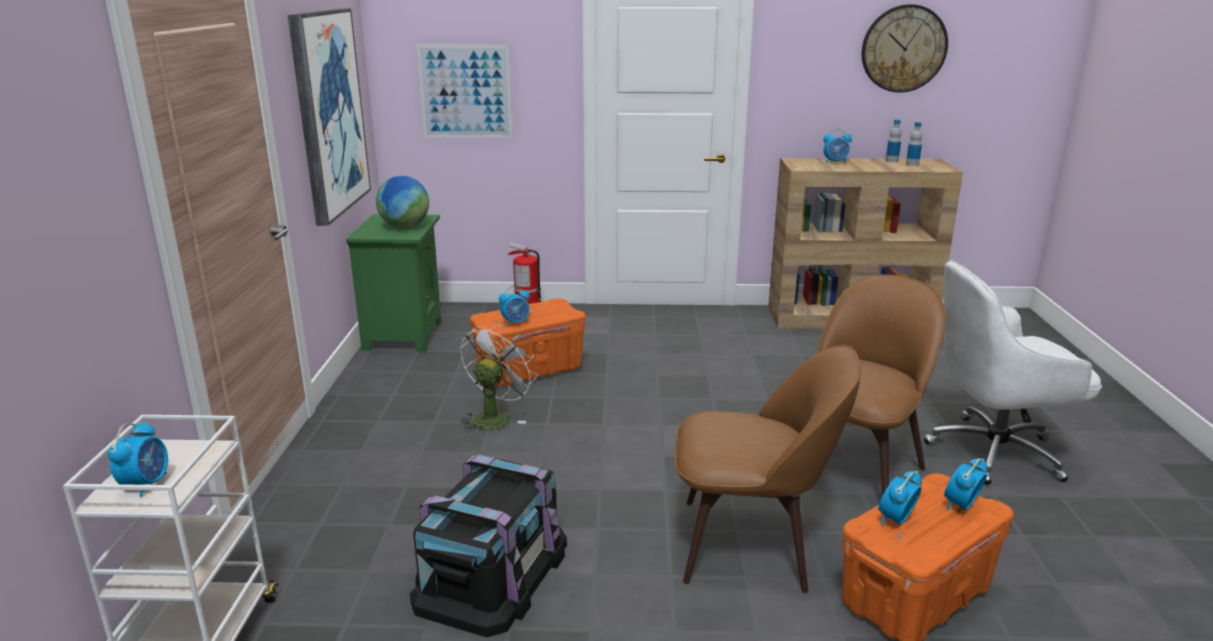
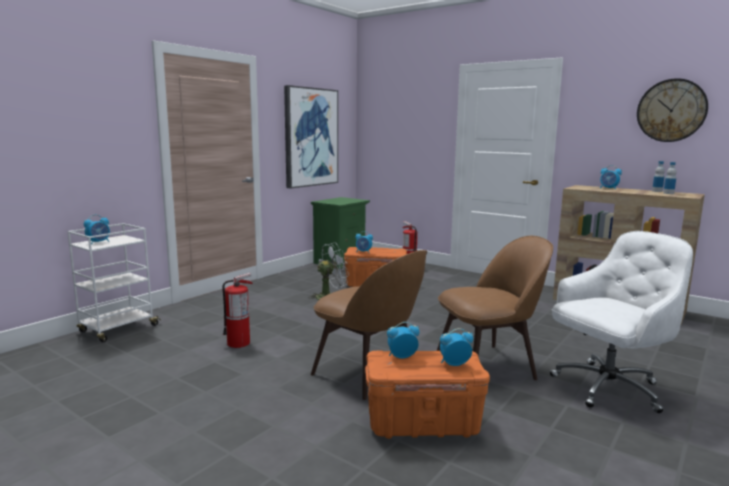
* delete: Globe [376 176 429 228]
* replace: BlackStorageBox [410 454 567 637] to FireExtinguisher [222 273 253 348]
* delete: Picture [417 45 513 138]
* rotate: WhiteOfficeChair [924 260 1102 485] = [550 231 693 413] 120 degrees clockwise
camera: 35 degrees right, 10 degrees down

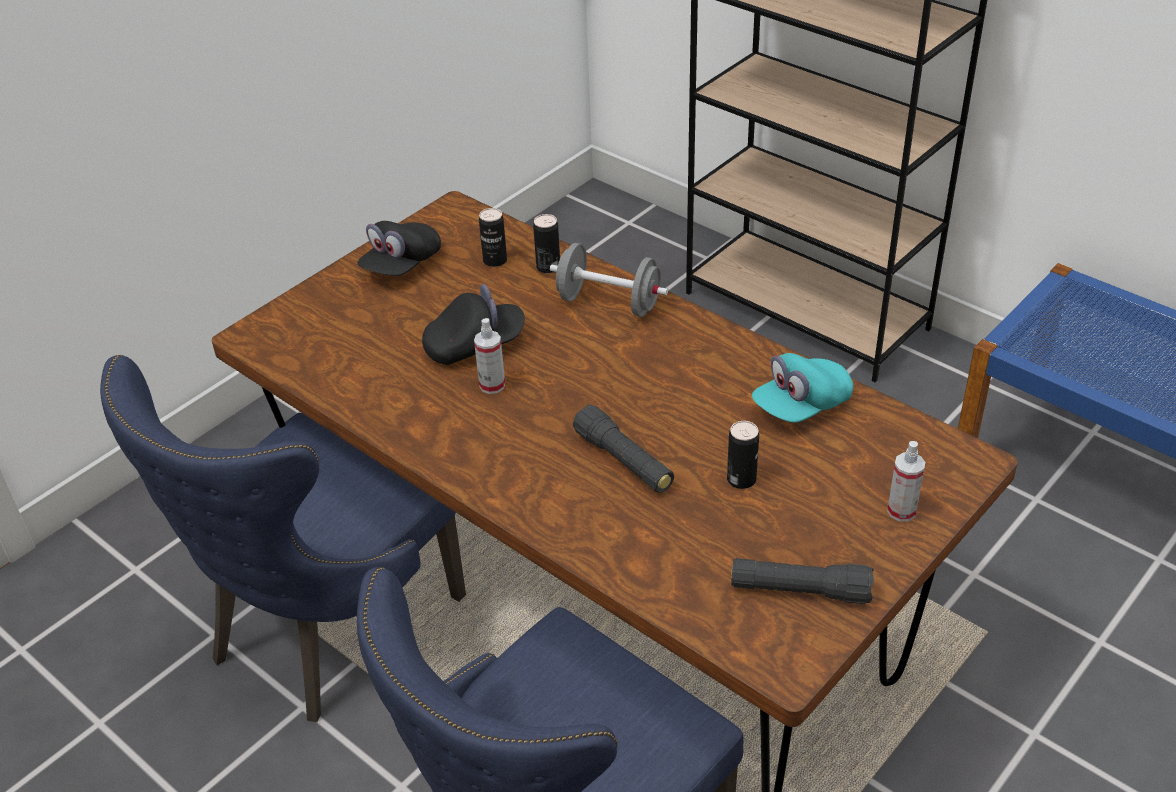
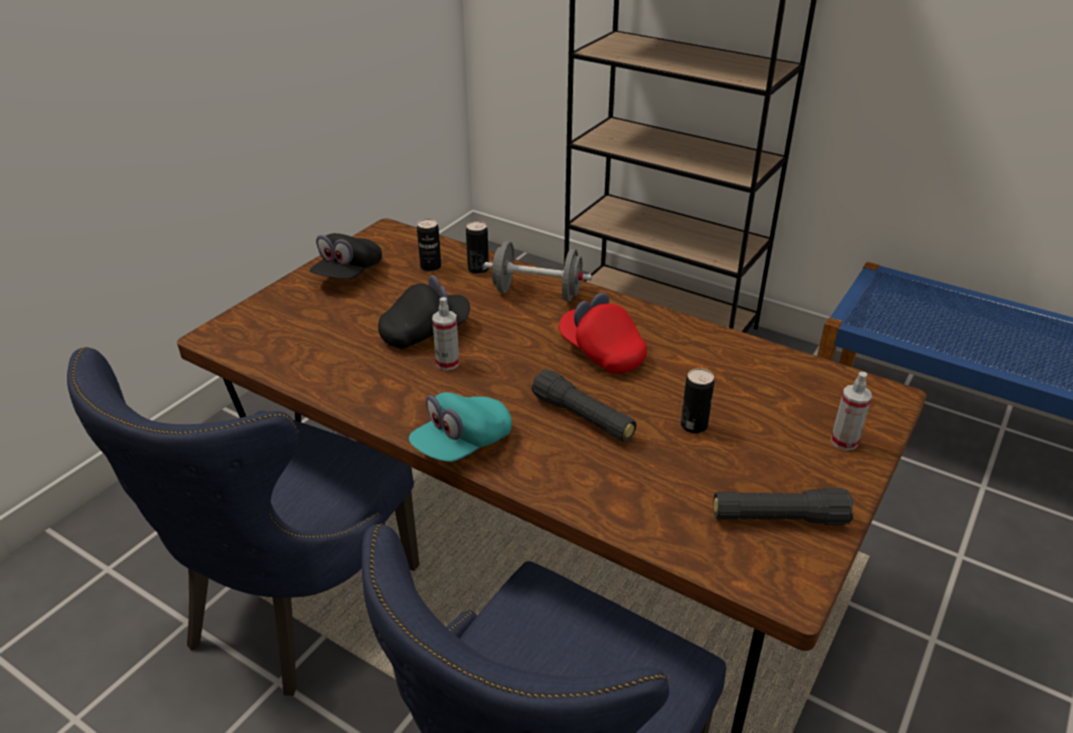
* move: TurquoiseCap [752 353 853 423] to [409 392 512 462]
* insert: RedCap [559 293 647 374]
camera: 10 degrees left, 5 degrees down

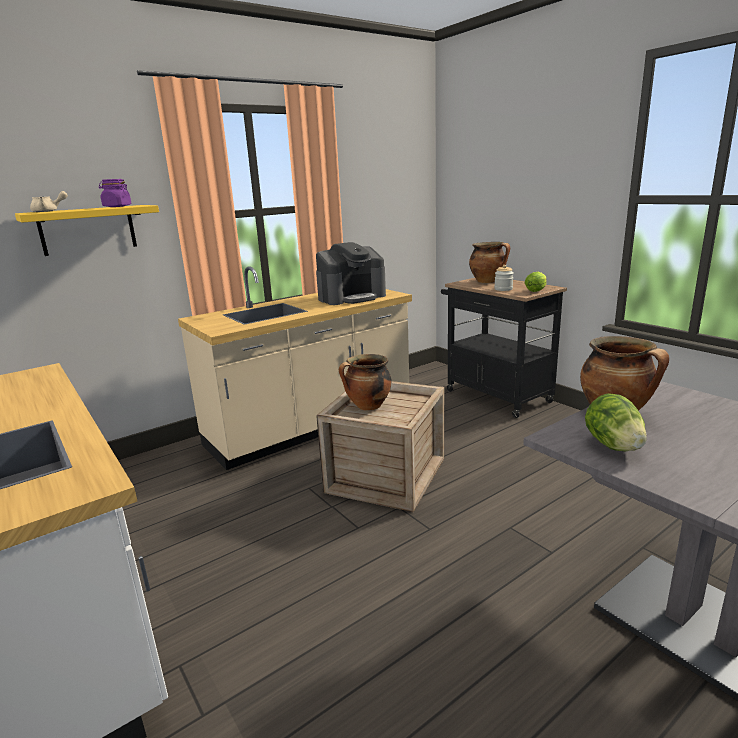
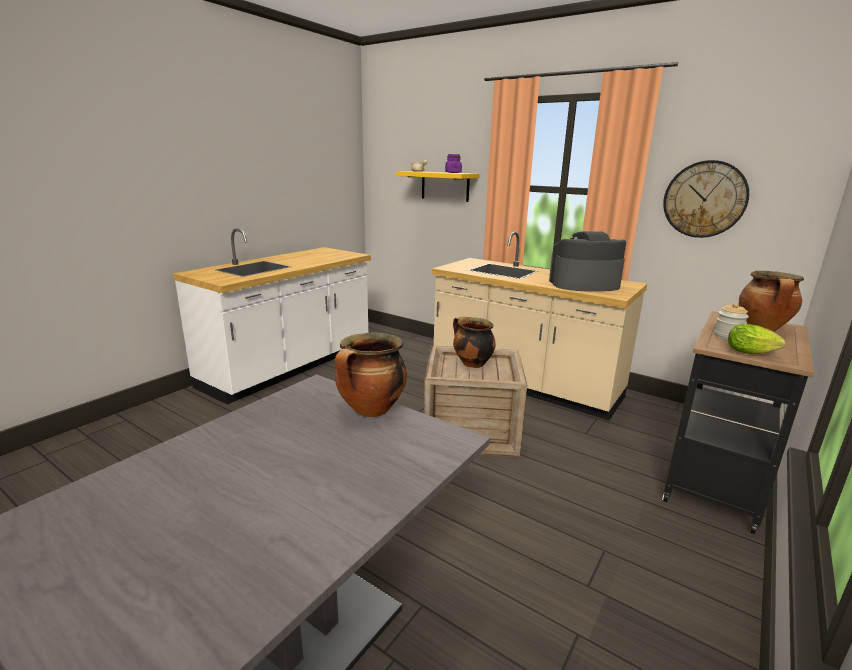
* rotate: CoffeeMachine [316 242 386 305] = [549 231 626 292] 135 degrees clockwise
* delete: Lettuce [585 393 647 451]
* insert: WallClock [663 160 749 238]
camera: 70 degrees right, 0 degrees up

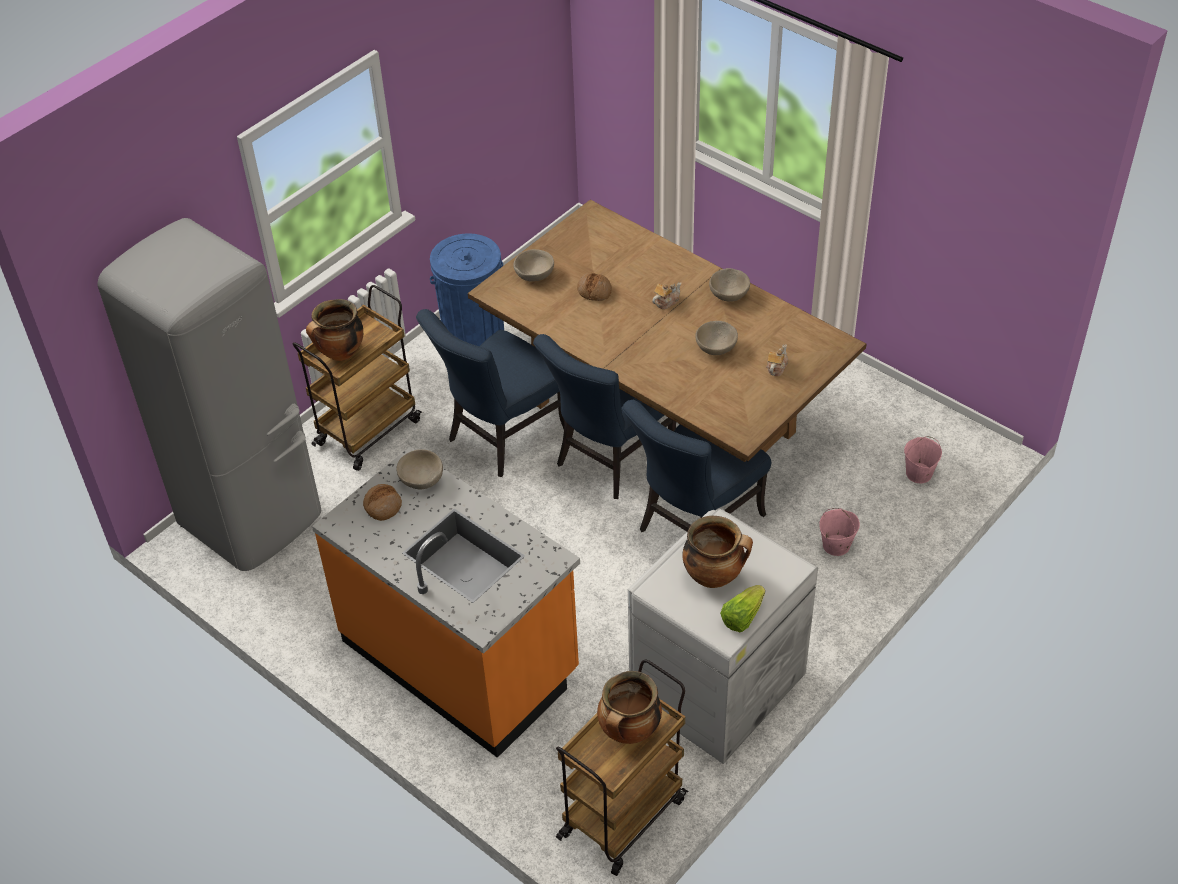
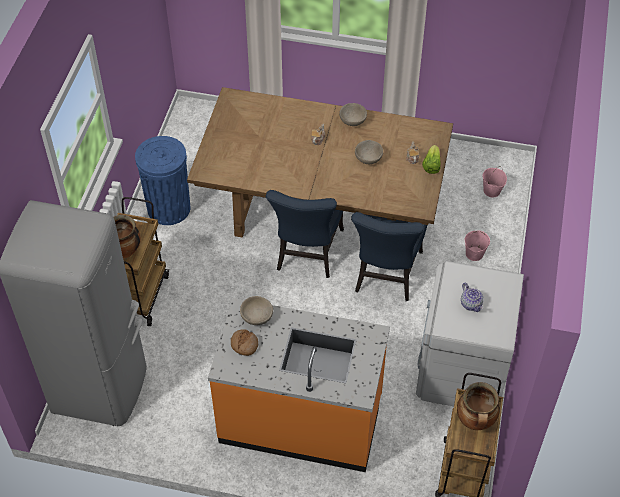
* delete: BlueChair [416 309 565 477]
* delete: BeigeBowl [514 249 554 282]
* delete: Bread [577 273 612 301]
* replace: CookingPot [682 516 753 588] to Teapot [461 283 484 312]
* move: Lettuce [720 585 765 632] to [422 145 440 174]
camera: 30 degrees left, 5 degrees up

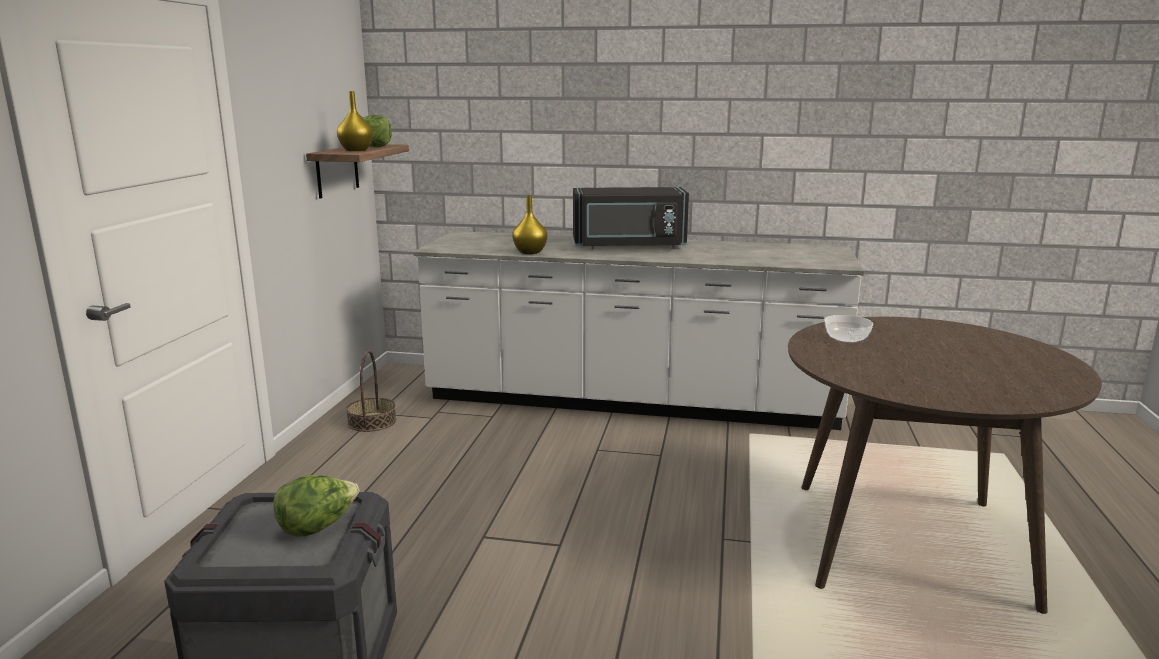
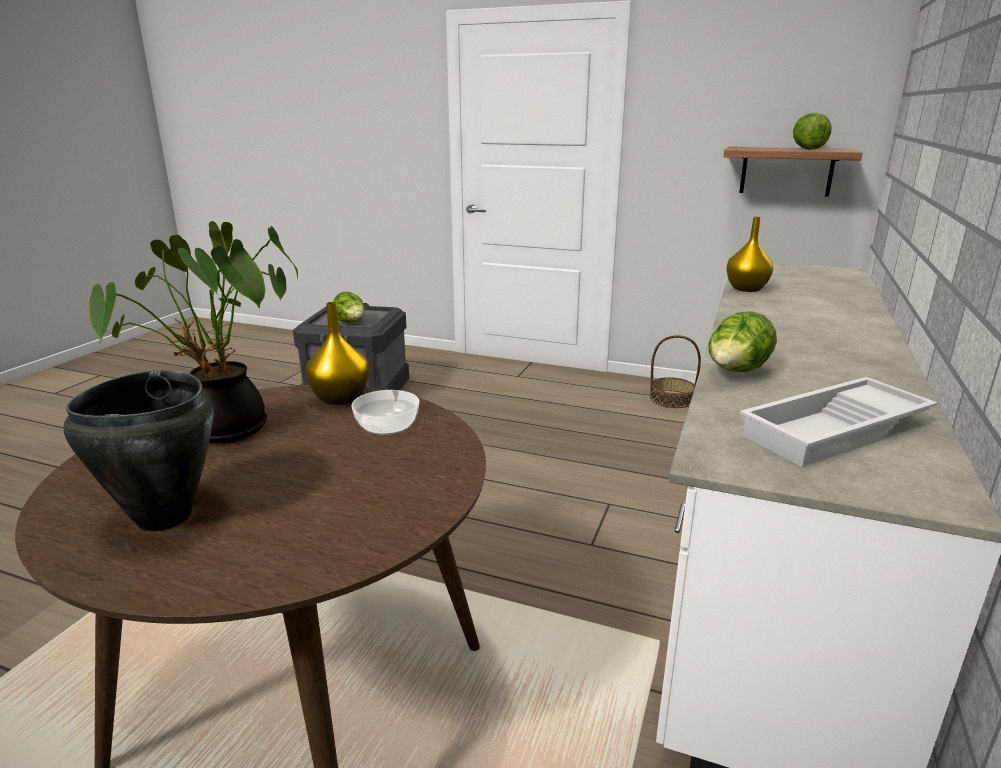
* move: YellowVase [337 91 373 151] to [306 302 369 405]
* delete: BlackMicrowave [573 187 689 249]
* insert: BlackCookingPot [64 370 214 531]
* insert: PottedPlant [89 221 298 444]
* insert: Lettuce [708 311 777 372]
* insert: WhiteTray [740 377 938 467]
camera: 100 degrees right, 5 degrees up

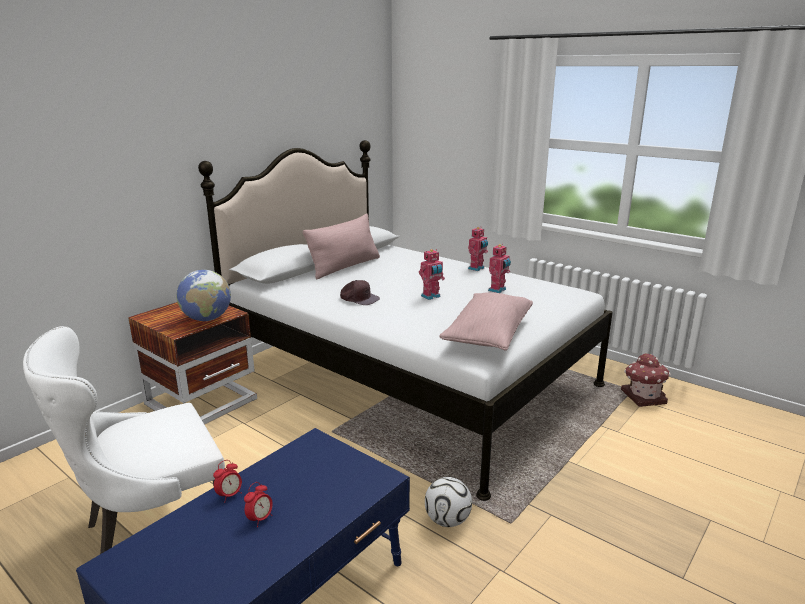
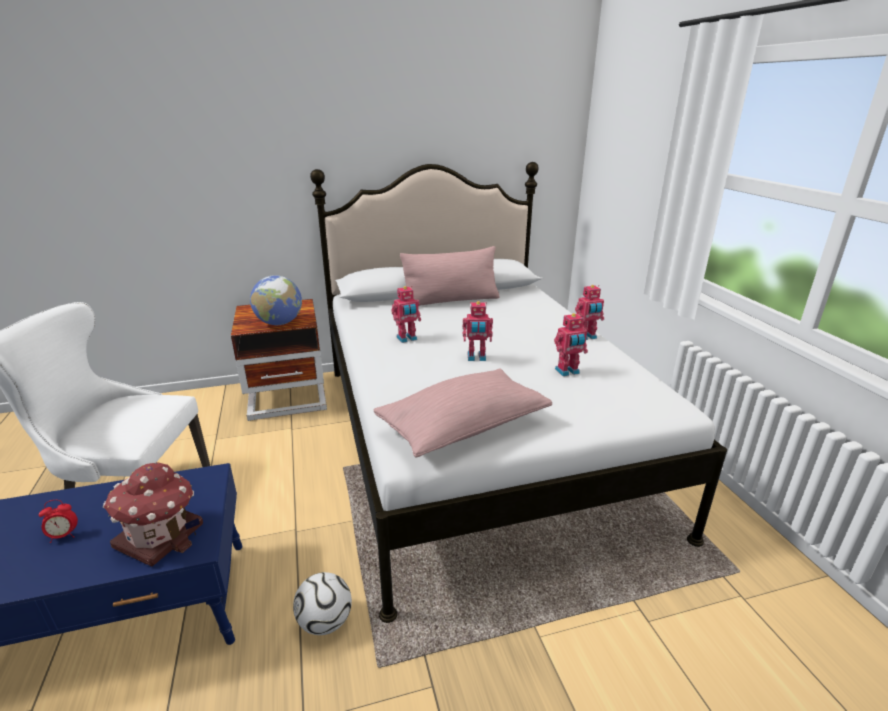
* delete: AlarmClock [213 460 242 503]
* replace: BrownCap [340 280 380 305] to ToyRobot [391 286 421 343]
* move: ToyHouse [621 353 671 407] to [103 462 203 566]
camera: 35 degrees right, 5 degrees up

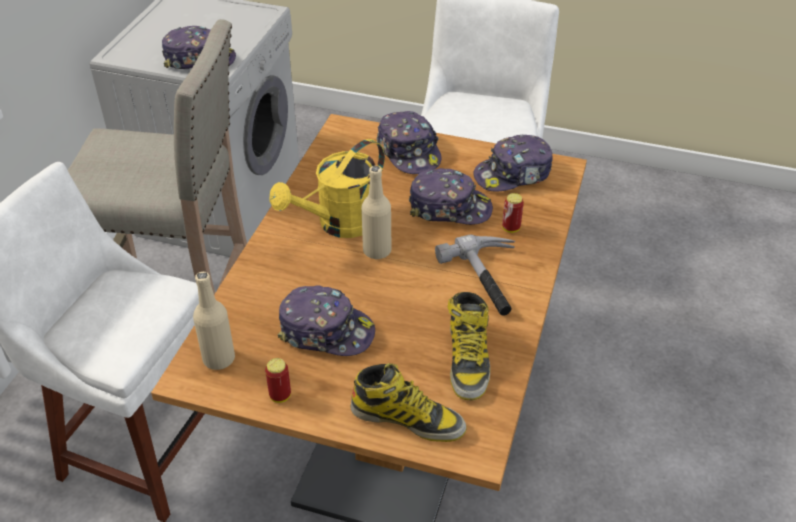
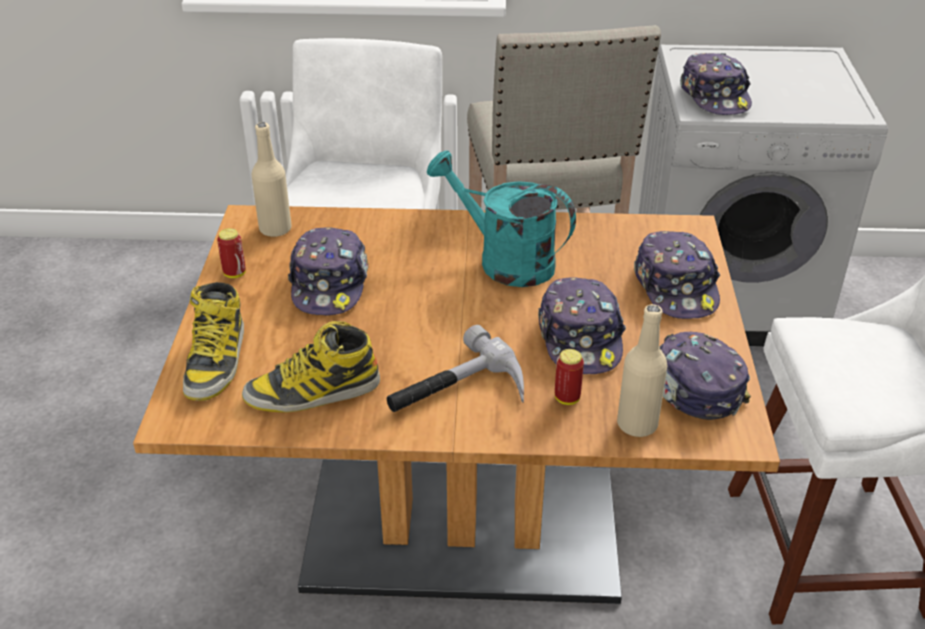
* recolor: YellowWateringCan [270 139 385 238] to TurquoiseWateringCan [427 150 576 287]
* move: BeigeBottle [361 166 391 259] to [617 304 667 437]
* rotate: Cap [377 111 442 174] = [634 231 720 319] 60 degrees counterclockwise
camera: 75 degrees right, 5 degrees down

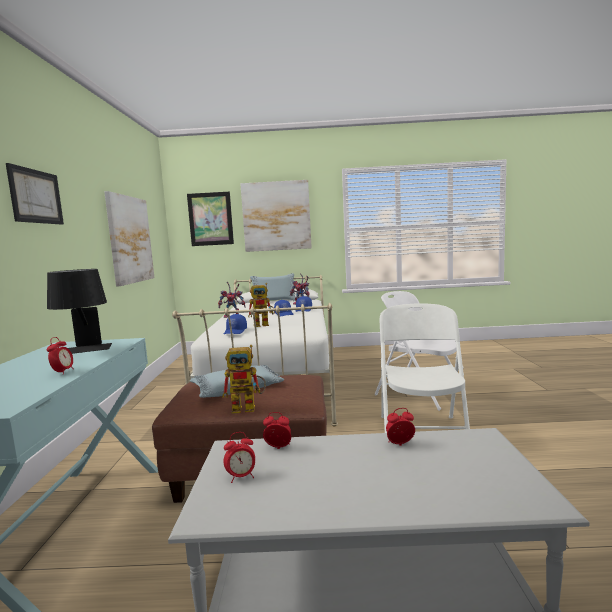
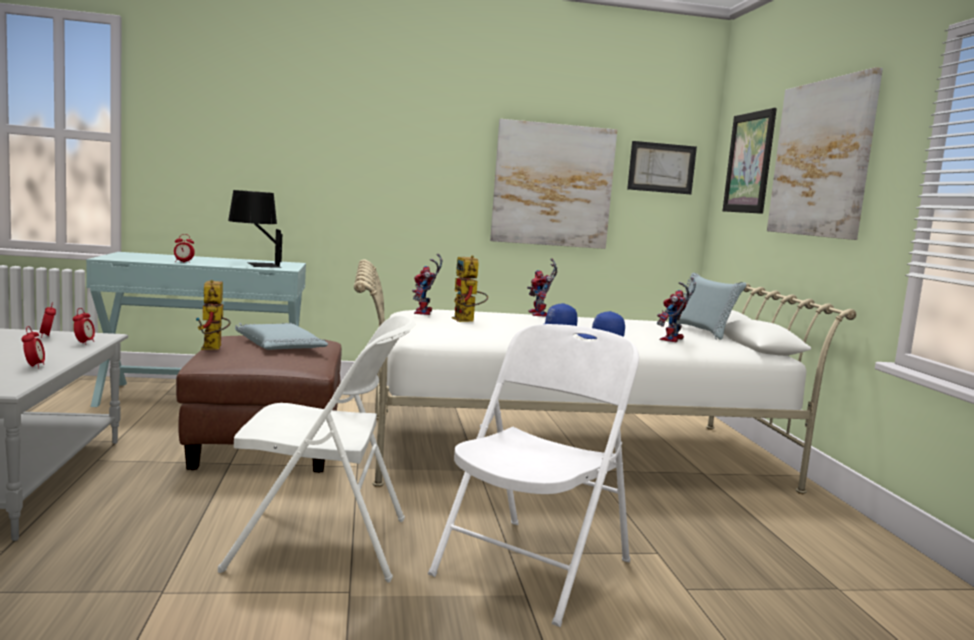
* move: Picture [6 163 64 225] to [627 141 697 194]
* replace: BlueCap [224 314 247 334] to ToyRobot [412 254 443 315]
camera: 80 degrees right, 0 degrees up

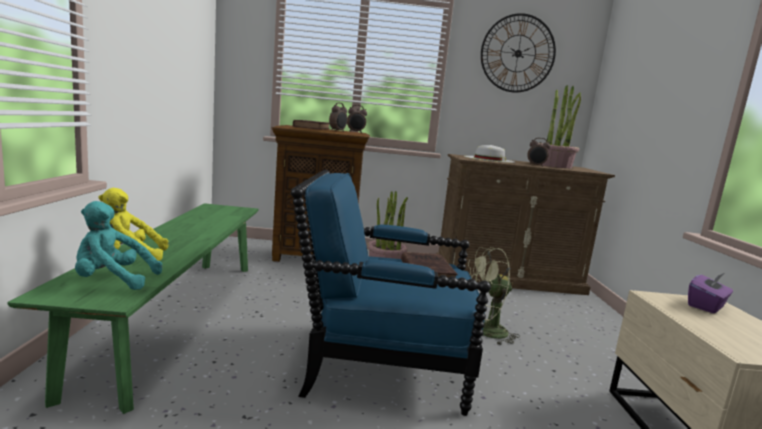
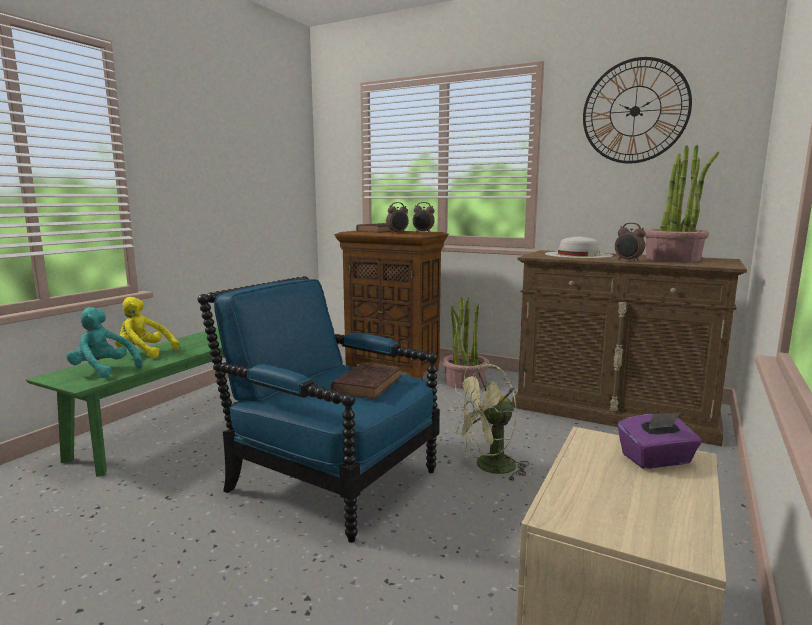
* rotate: GreenFan [468 247 520 346] = [451 364 529 482] 45 degrees counterclockwise
camera: 30 degrees right, 0 degrees up

